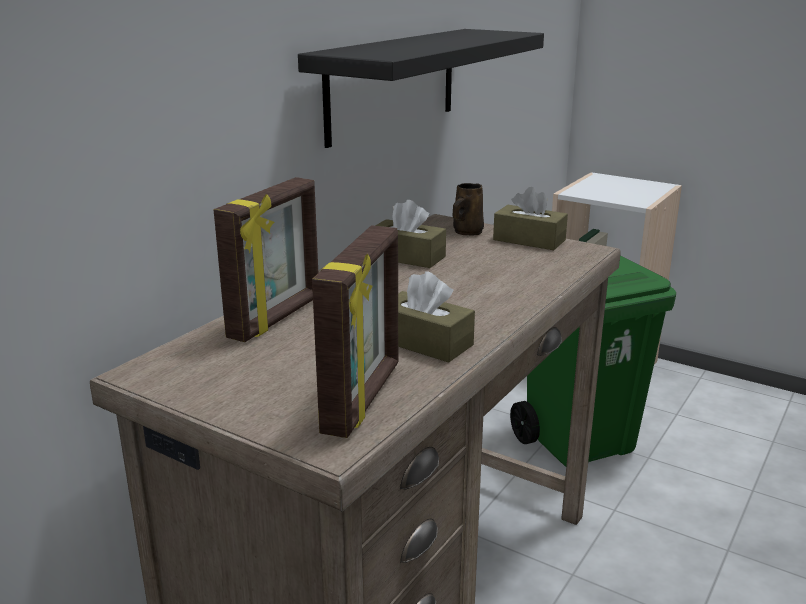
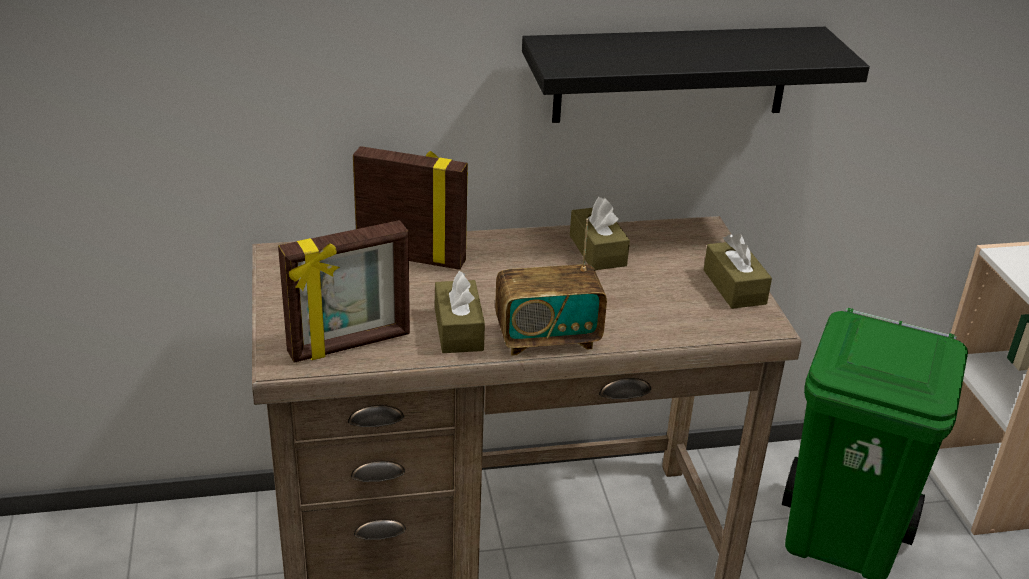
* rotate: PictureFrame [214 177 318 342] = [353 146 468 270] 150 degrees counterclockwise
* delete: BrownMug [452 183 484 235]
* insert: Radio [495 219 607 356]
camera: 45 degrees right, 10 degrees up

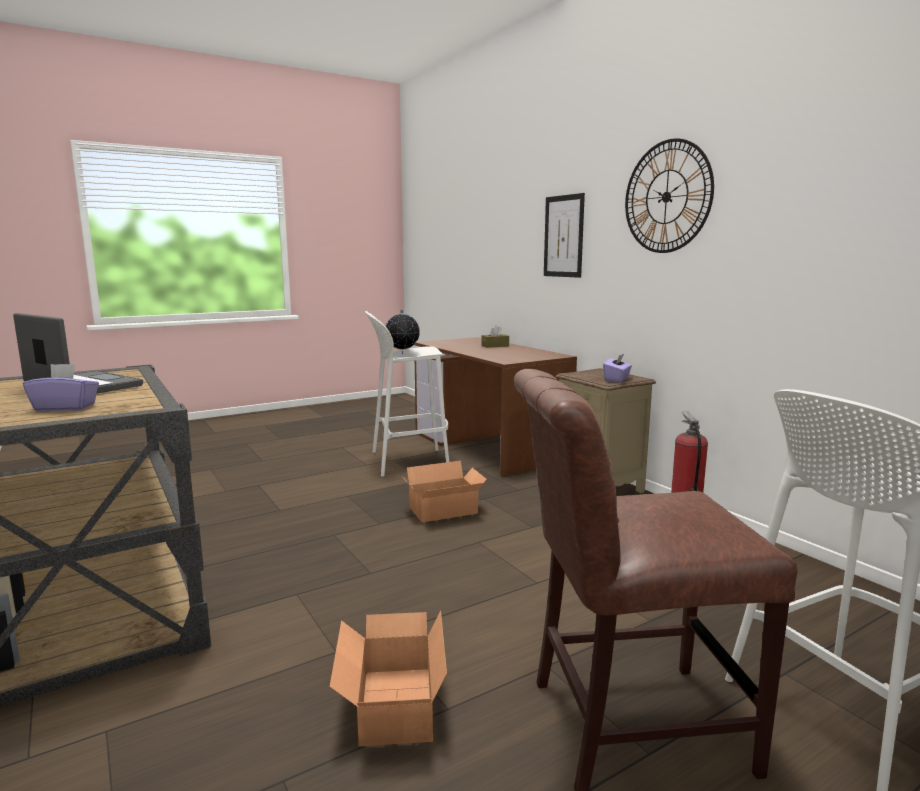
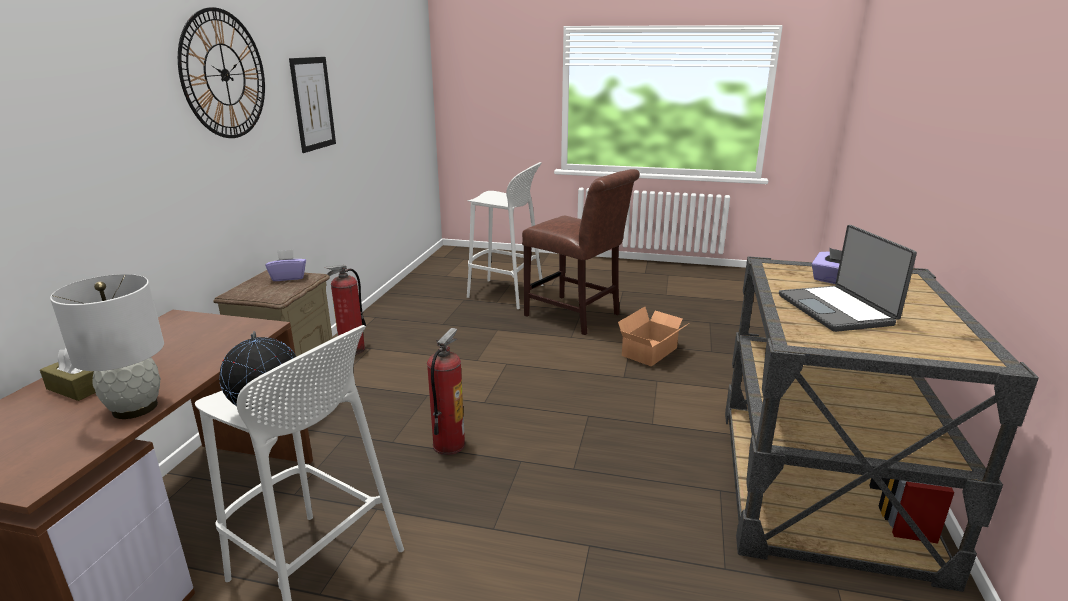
* replace: CardboardBox [402 461 487 523] to FireExtinguisher [427 328 465 455]
* move: Picture [544 193 585 278] to [289 57 336 153]
* insert: WhiteTableLamp [50 274 164 419]
camera: 135 degrees left, 10 degrees up

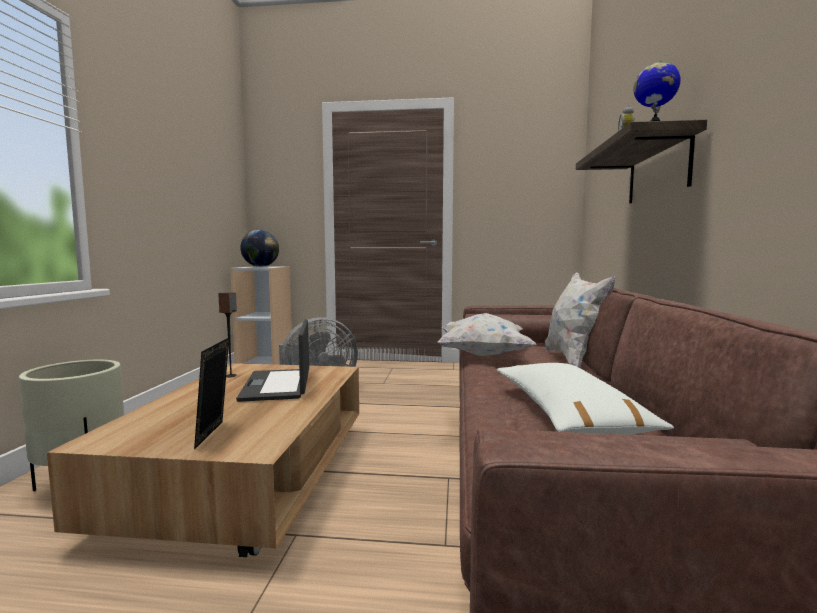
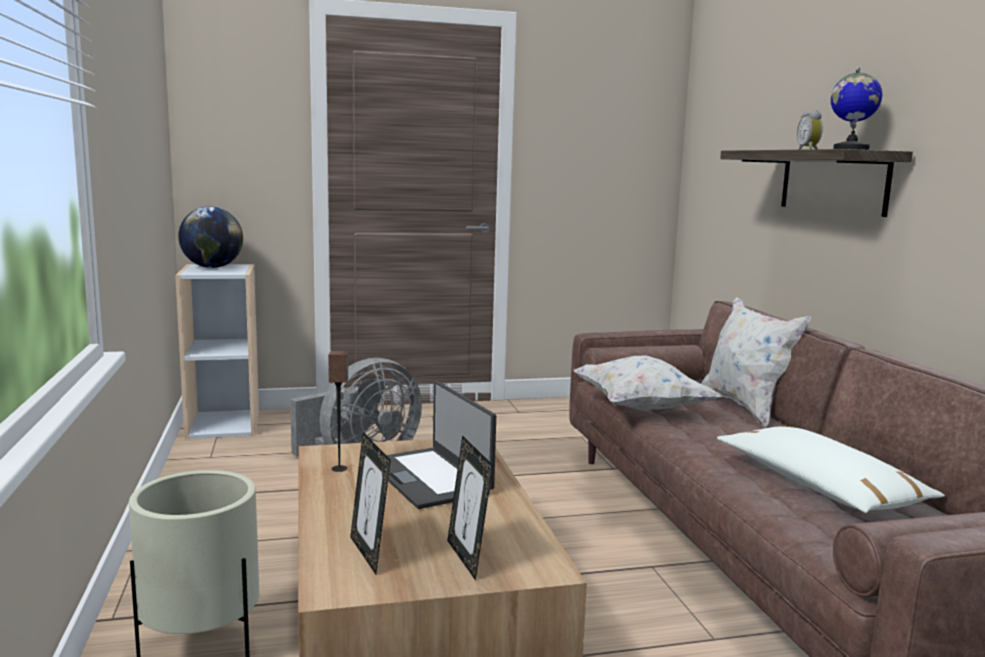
* insert: PictureFrame [350 432 391 574]
camera: 20 degrees left, 5 degrees up

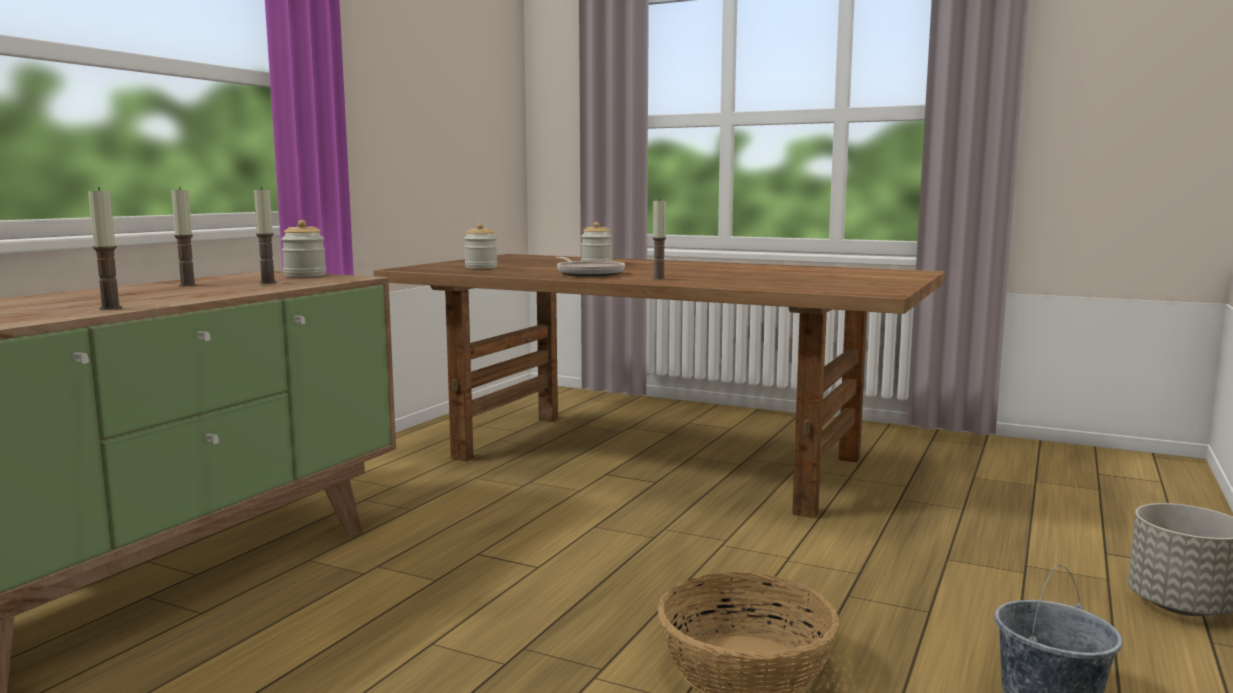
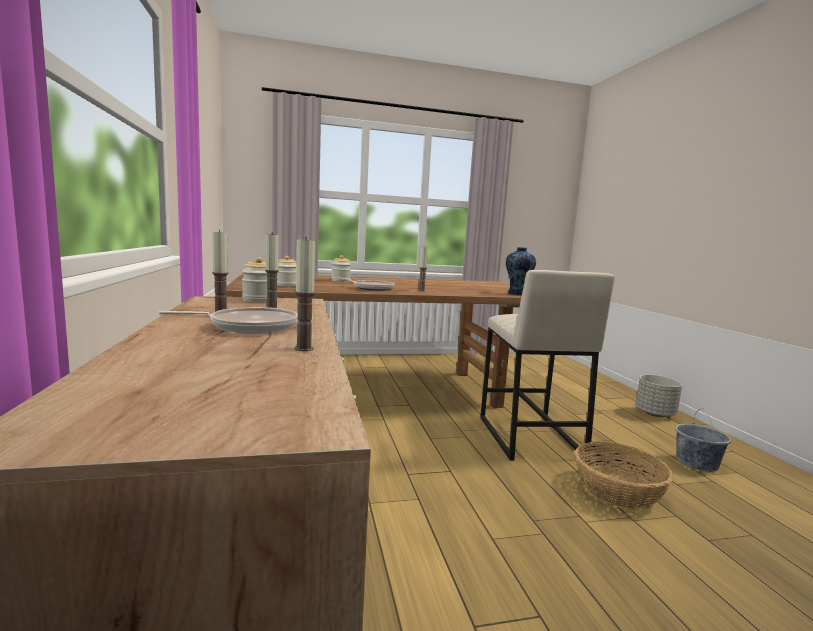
* insert: FryingPan [158 307 298 334]
* insert: BeigeStool [480 270 615 461]
* insert: Vase [506 247 536 296]
camera: 40 degrees left, 0 degrees up

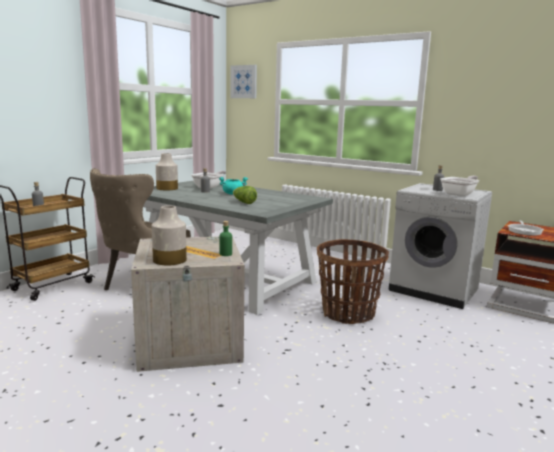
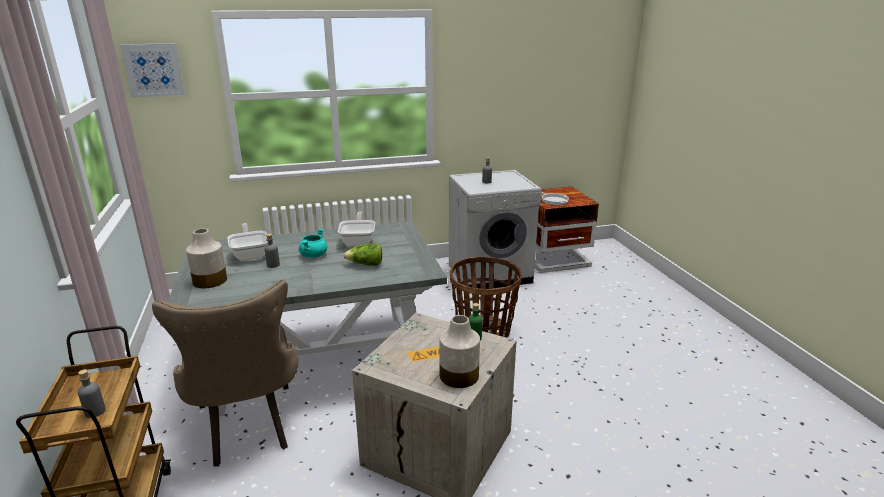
* move: FryingPan [440 176 479 196] to [338 211 375 247]
camera: 50 degrees left, 10 degrees up

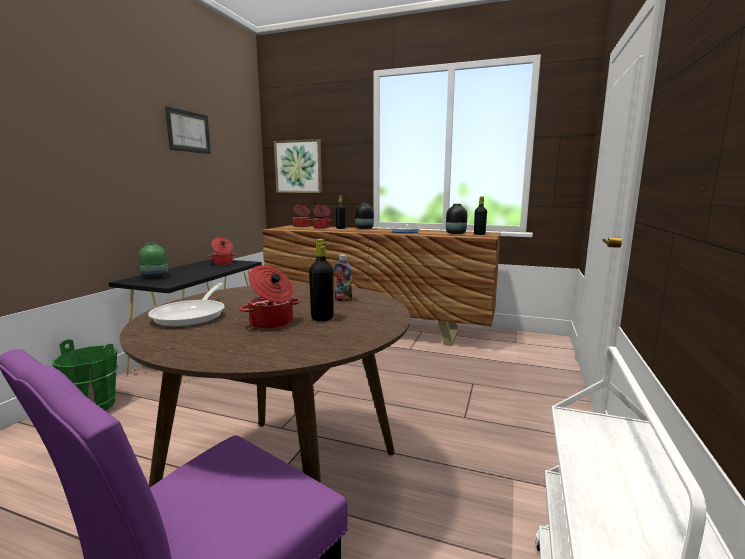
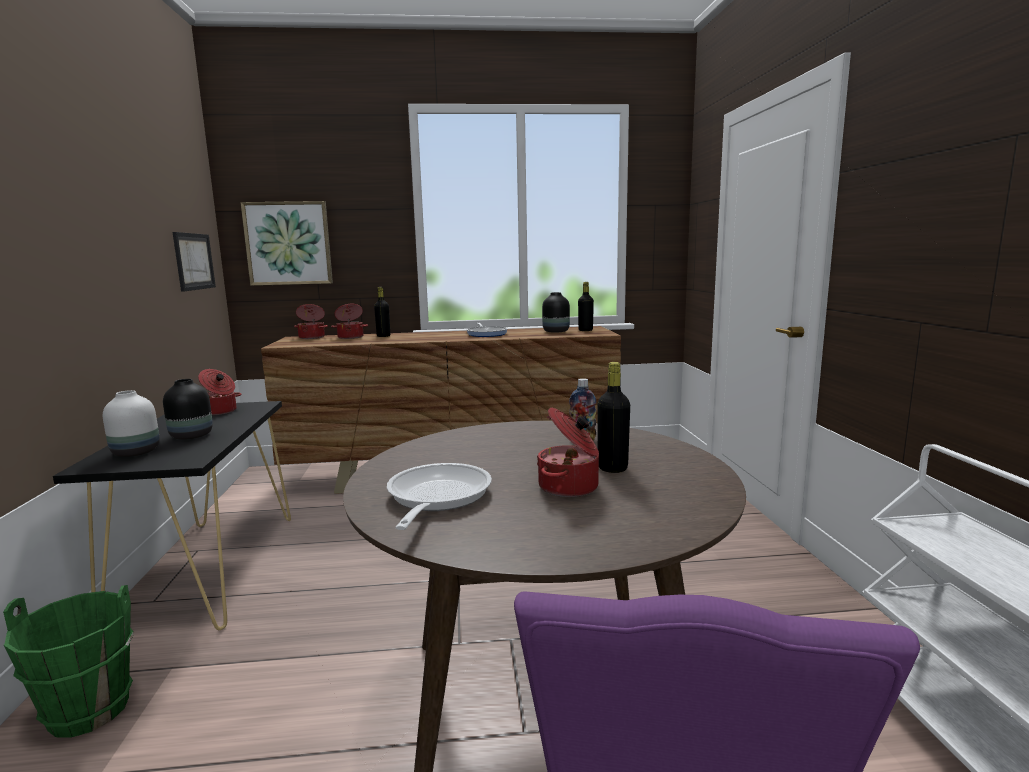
* recolor: GreenVase [138 242 168 279] to WhiteVase [103 390 159 457]
* rotate: FryingPan [148 283 225 327] = [387 463 492 530] 150 degrees counterclockwise
* move: Picture [165 106 211 154] to [173 232 216 292]
* move: BlackVase [355 202 374 229] to [163 379 213 440]
camera: 25 degrees left, 0 degrees up

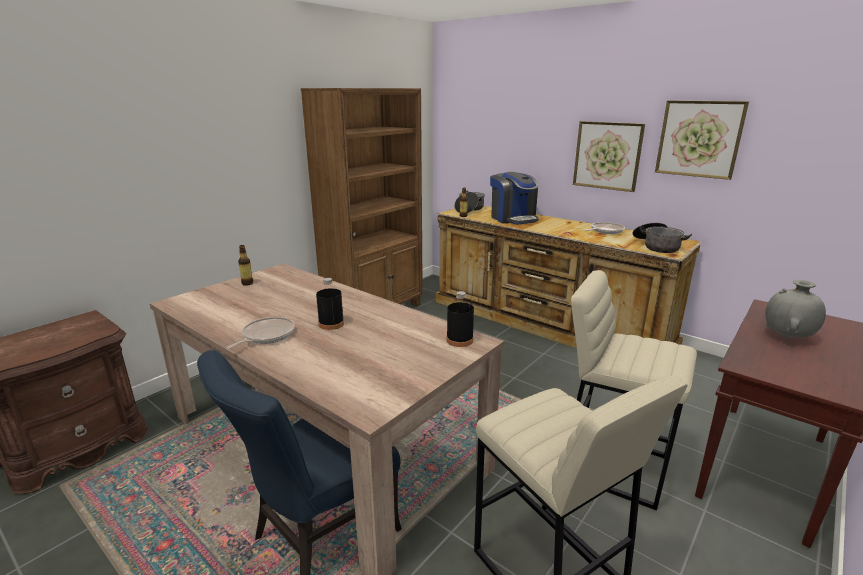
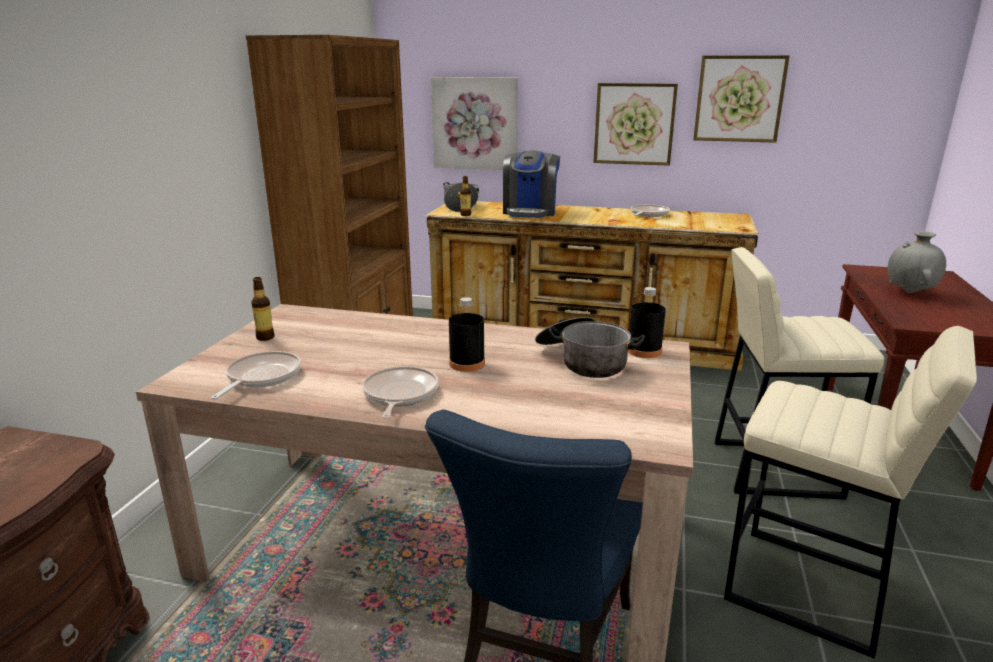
* rotate: CoffeeMachine [490 172 539 225] = [503 150 560 218] 60 degrees clockwise
* move: CookingPot [632 223 692 253] to [535 317 645 378]
* insert: FryingPan [211 351 301 399]
* insert: Picture [431 77 518 170]
camera: 25 degrees left, 0 degrees up

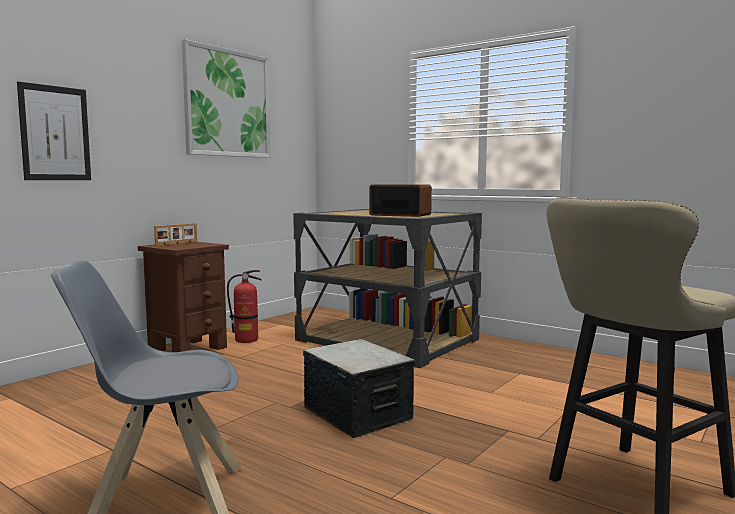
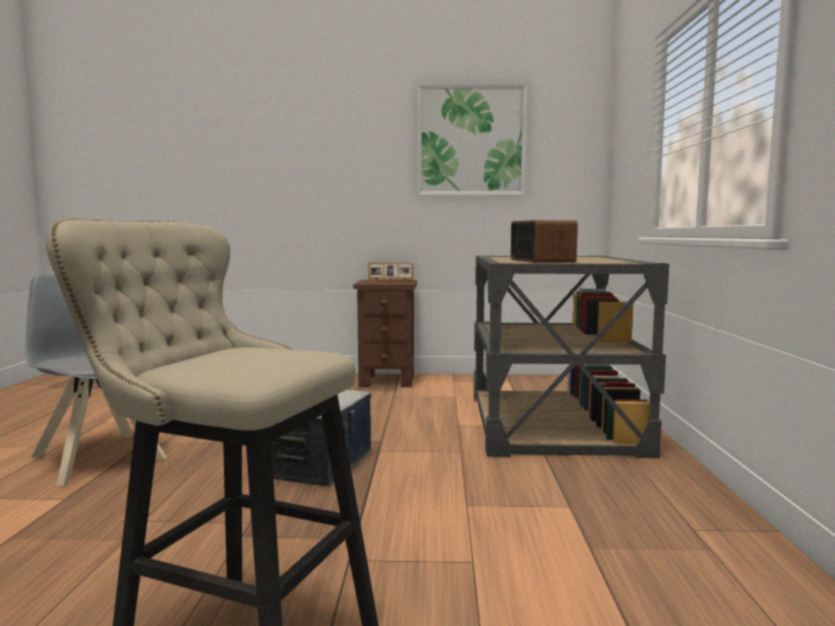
* delete: Picture [17 81 91 180]
* delete: FireExtinguisher [227 270 262 343]
camera: 55 degrees right, 0 degrees up

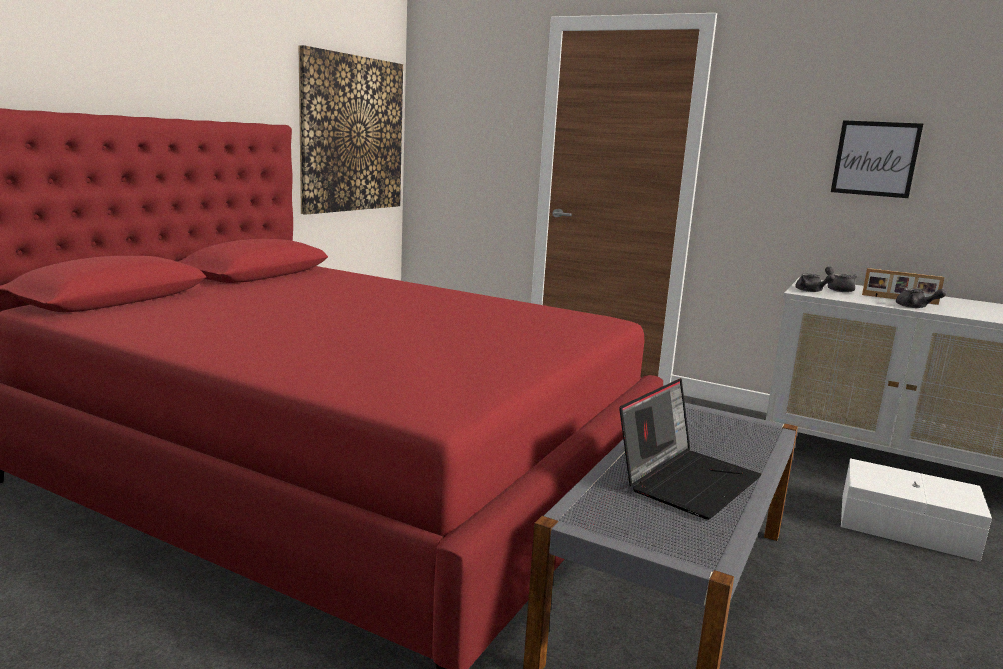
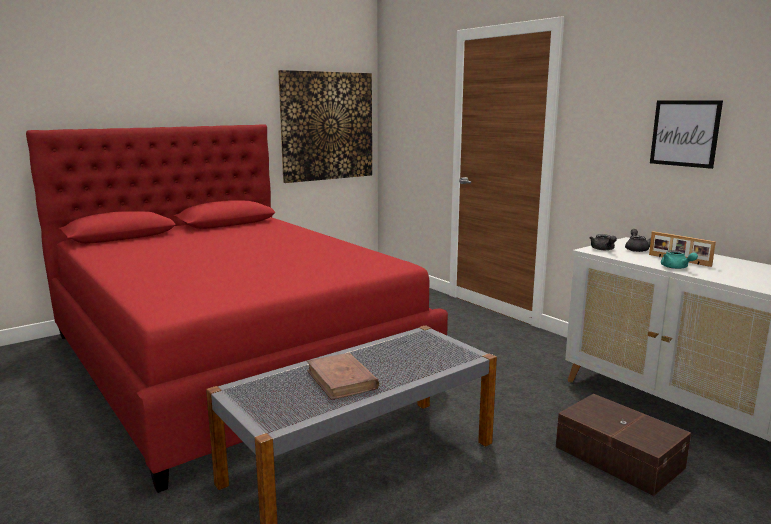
* replace: Laptop [619 378 761 520] to BrownBook [307 353 379 400]
* recolor: WhiteStorageBox [841 458 992 562] to BrownStorageBox [556 394 691 496]
* recolor: GreyTeapot [896 288 946 308] to TurquoiseTeapot [661 250 698 269]
camera: 25 degrees right, 0 degrees up

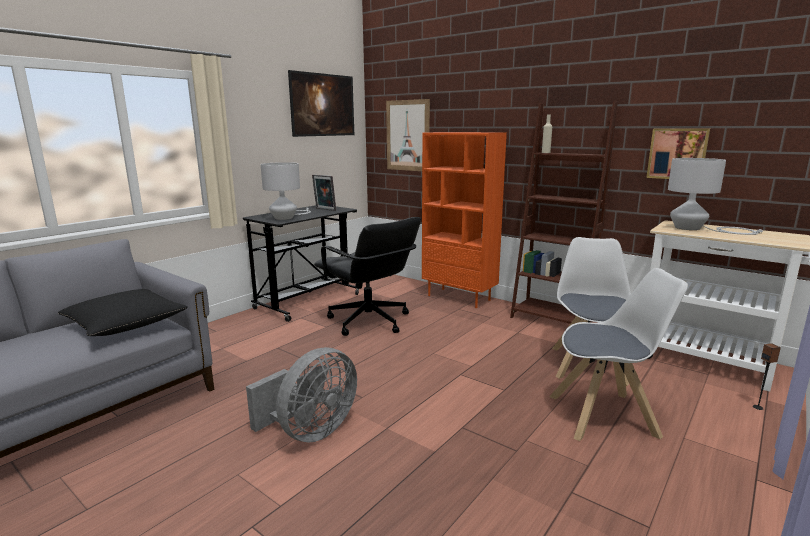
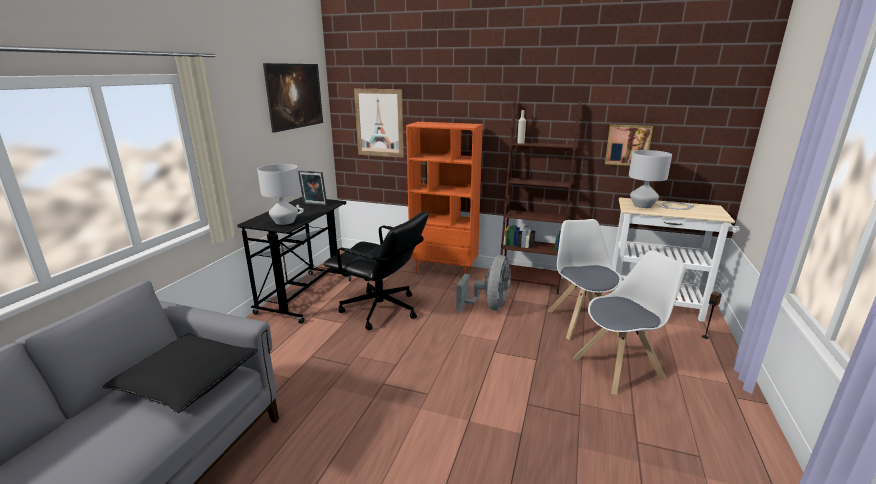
* move: GreyFan [246 347 357 443] to [456 255 511 312]
camera: 20 degrees left, 5 degrees up

